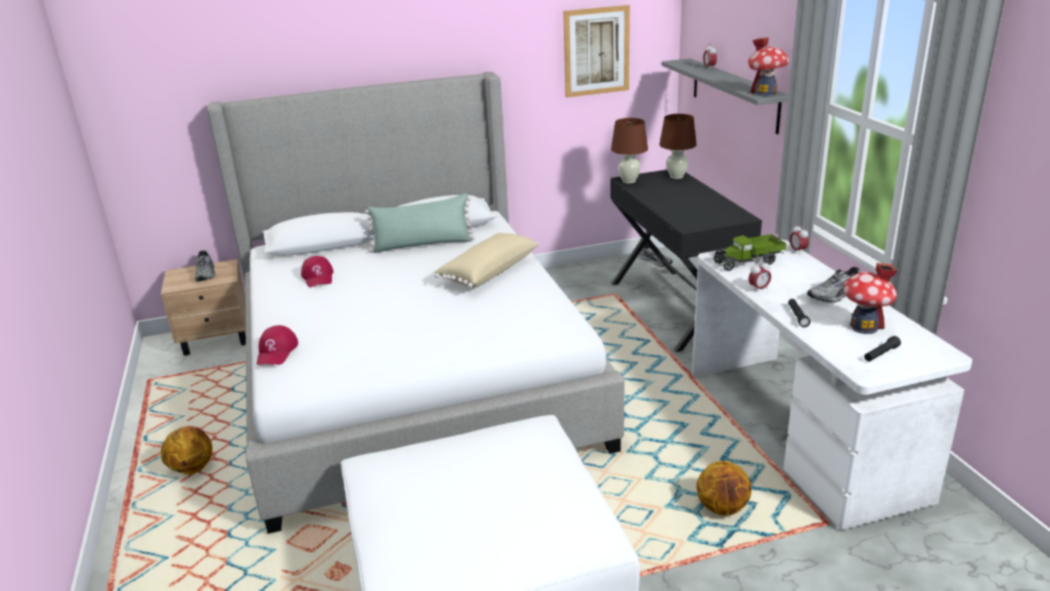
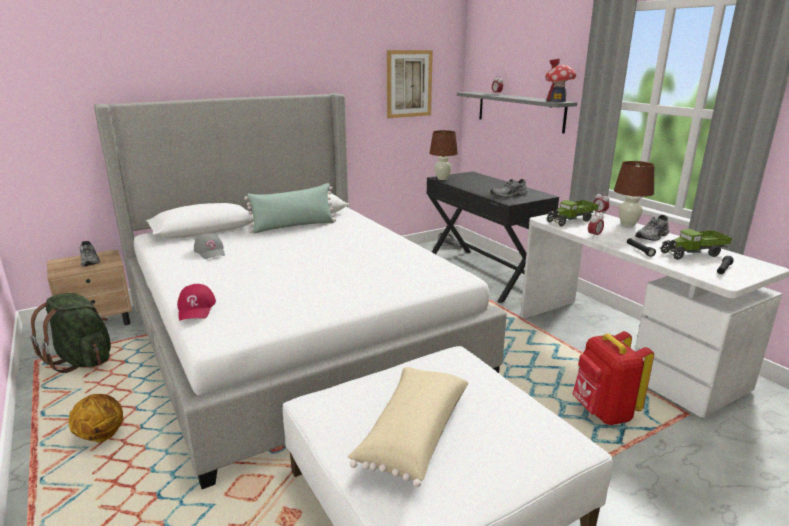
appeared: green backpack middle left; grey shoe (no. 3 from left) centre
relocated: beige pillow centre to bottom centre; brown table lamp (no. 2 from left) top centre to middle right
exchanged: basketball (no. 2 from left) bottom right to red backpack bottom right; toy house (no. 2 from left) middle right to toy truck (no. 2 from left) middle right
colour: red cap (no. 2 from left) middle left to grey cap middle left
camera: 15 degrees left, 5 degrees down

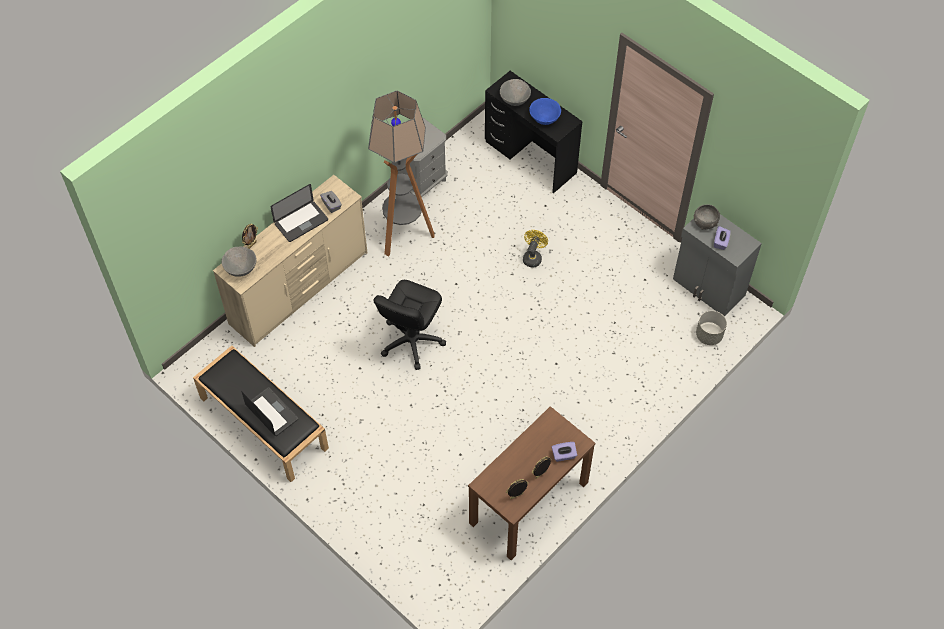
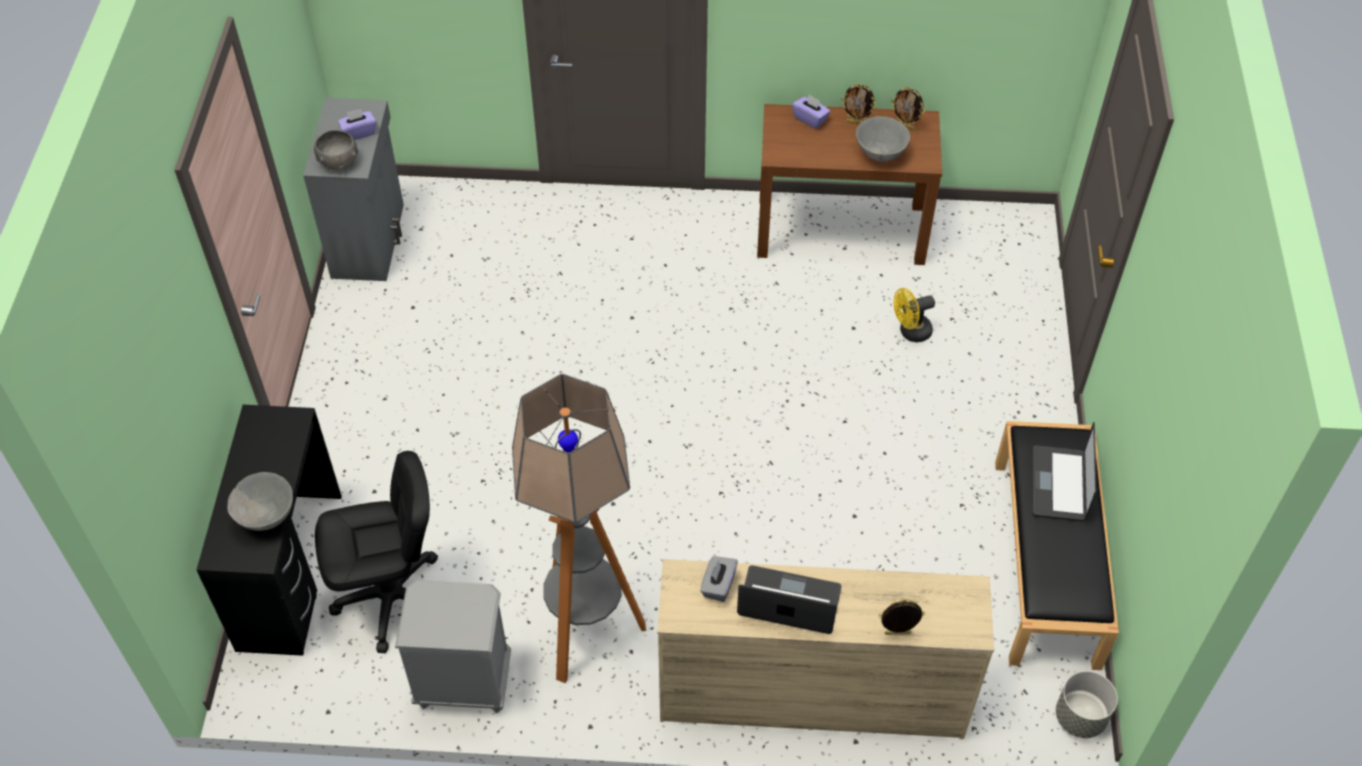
missing: blue bowl top centre
relocated: grey bowl (no. 1 from left in the first image) middle left to grey bowl (no. 3 from left) top centre; black office chair centre to bottom left; yellow fan centre to middle right; grey planter middle right to bottom right
camera: 130 degrees left, 5 degrees down

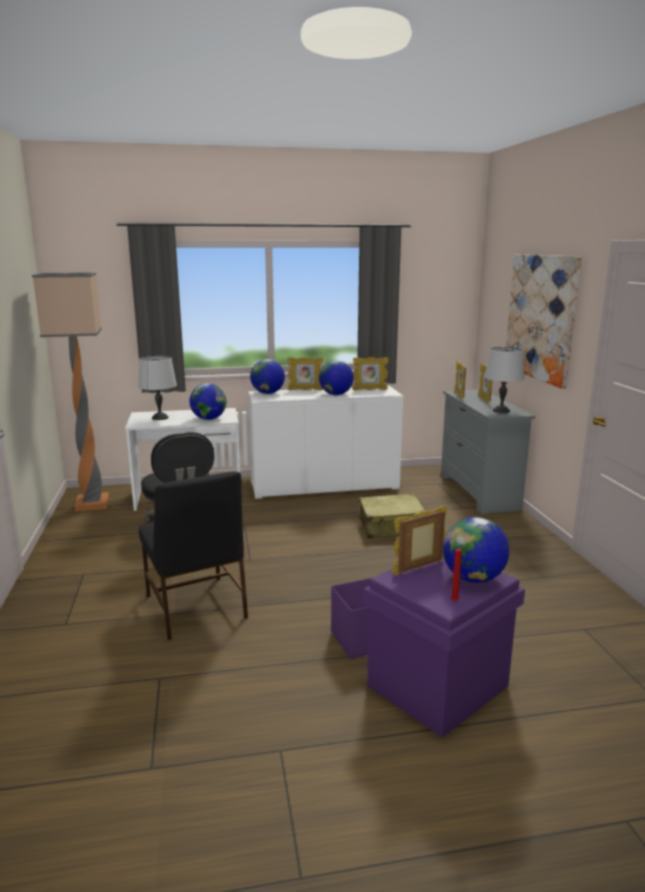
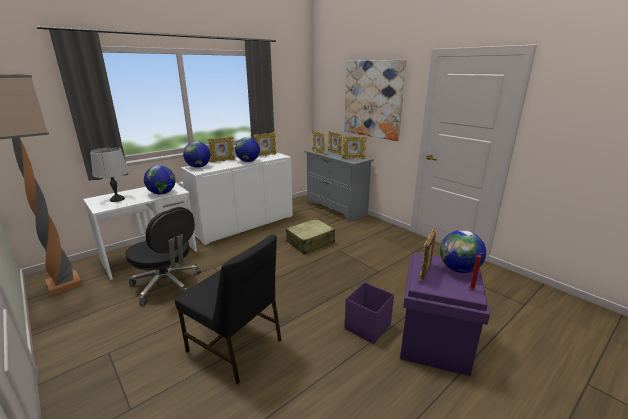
exchanged: grey table lamp (no. 2 from left) middle right to picture frame (no. 5 from left) centre
camera: 30 degrees left, 5 degrees up

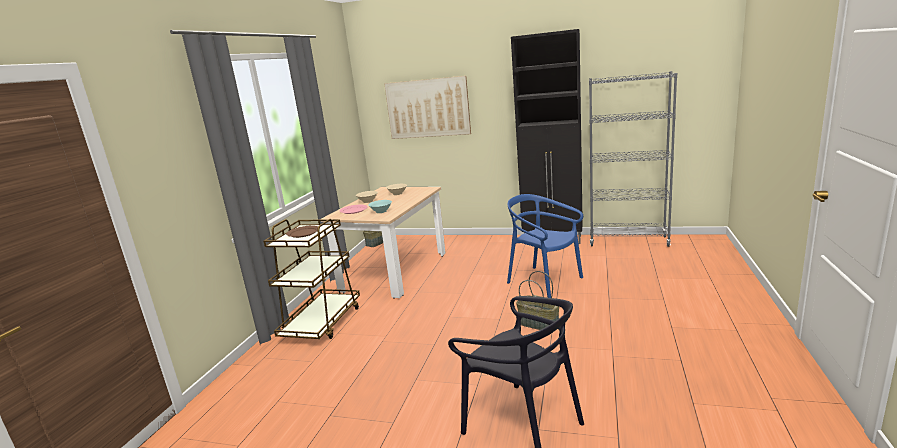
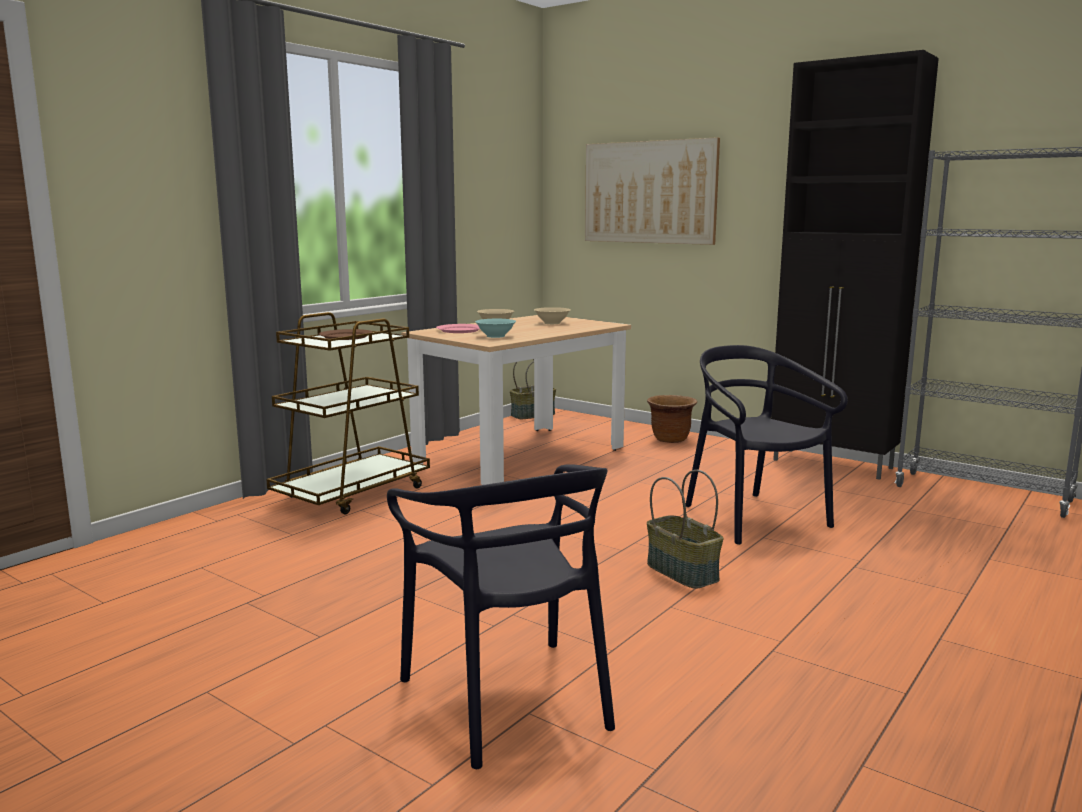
appeared: brown planter centre
colour: blue chair centre to black chair (no. 2 from left) middle right
camera: 20 degrees right, 5 degrees down

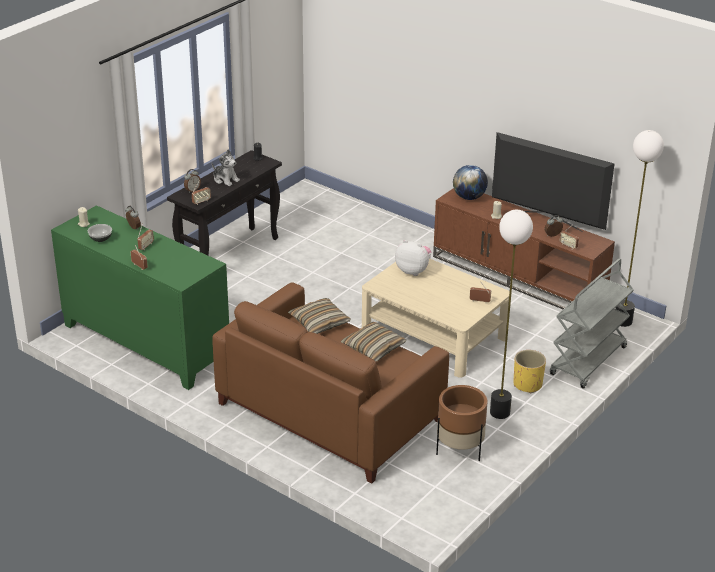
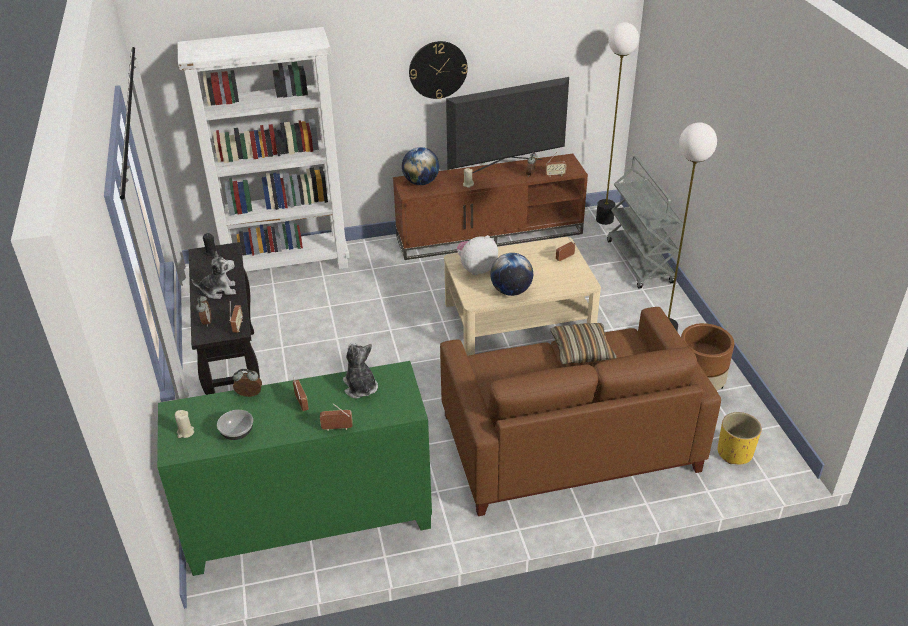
missing: pillow (no. 1 from left) centre
appeared: white bookcase top left; plush toy (no. 2 from left) centre; wall clock top centre; globe (no. 2 from left) centre
relocated: yellow planter middle right to bottom right
camera: 50 degrees left, 5 degrees up

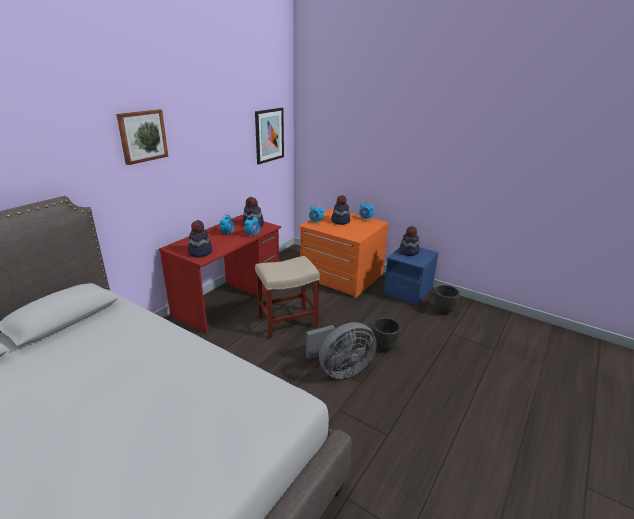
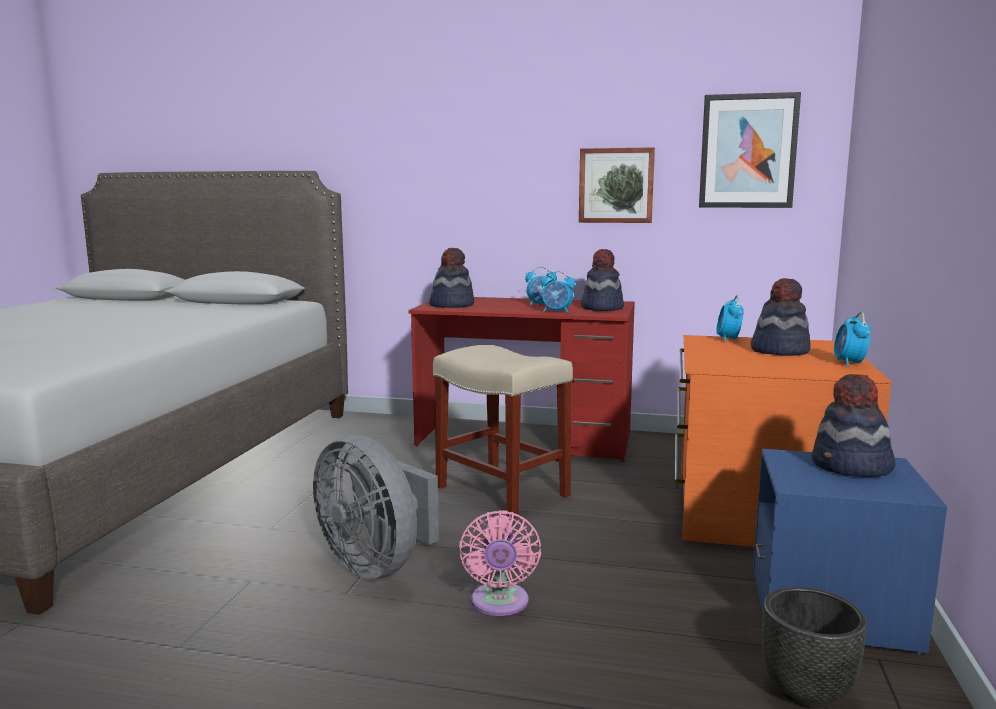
relocated: picture (no. 1 from left) top left to top centre
exchanged: black planter (no. 1 from left) centre to pink fan bottom centre
camera: 70 degrees right, 15 degrees down

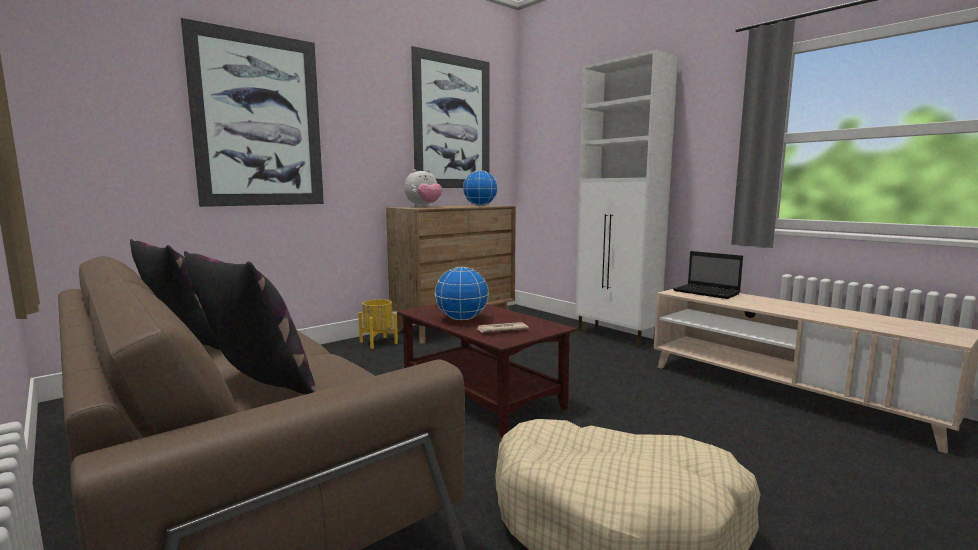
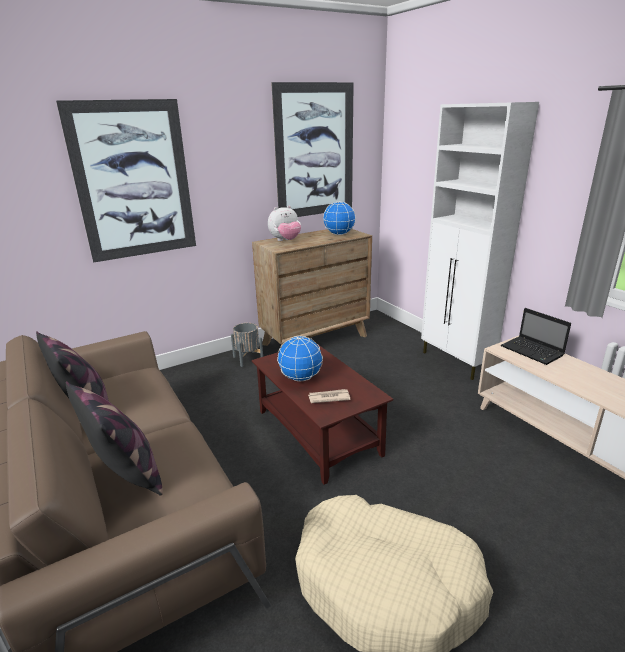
colour: yellow planter centre to grey planter centre
camera: 10 degrees right, 15 degrees up

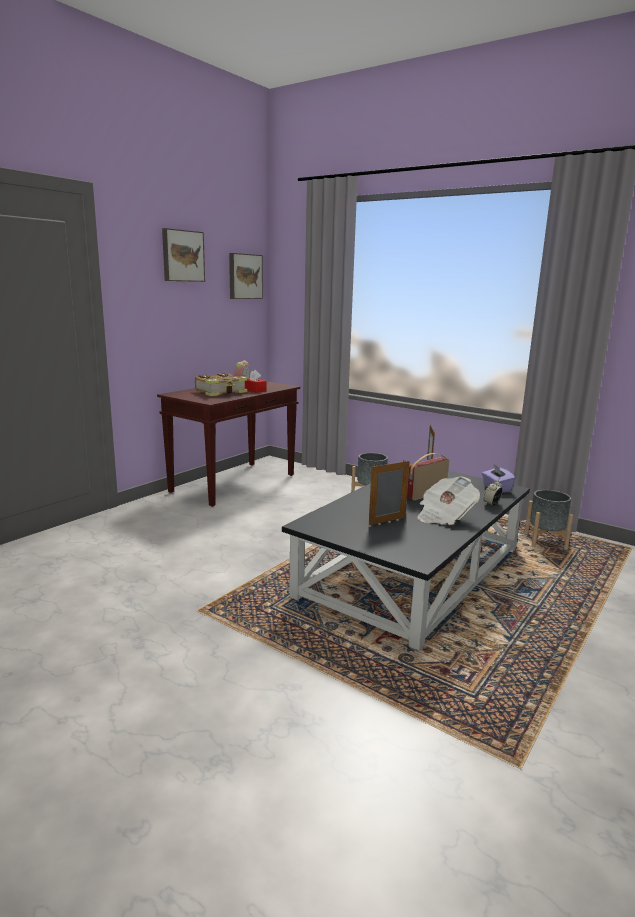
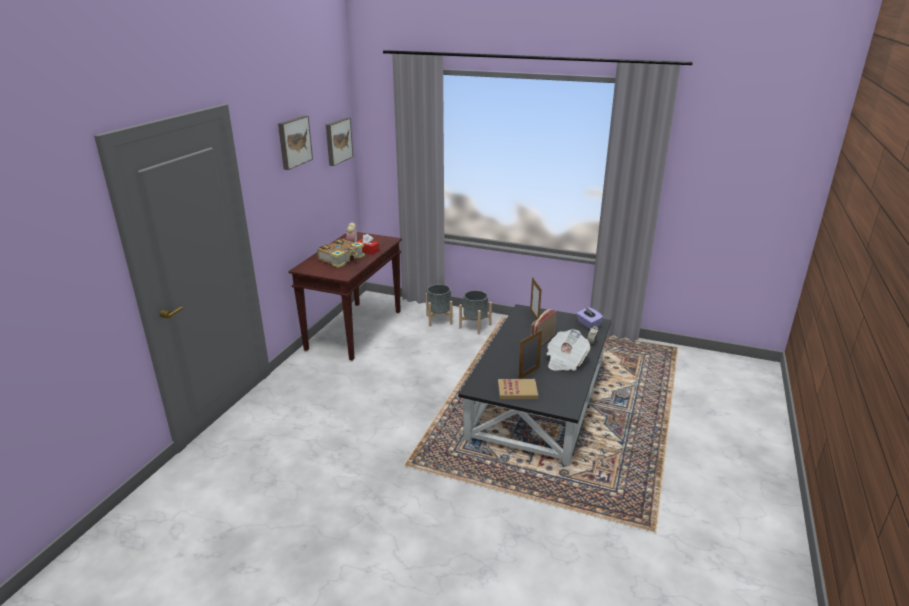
appeared: book (no. 2 from left) centre
relocated: grey planter (no. 2 from left in the first image) middle right to grey planter (no. 1 from left) centre
camera: 15 degrees left, 10 degrees up

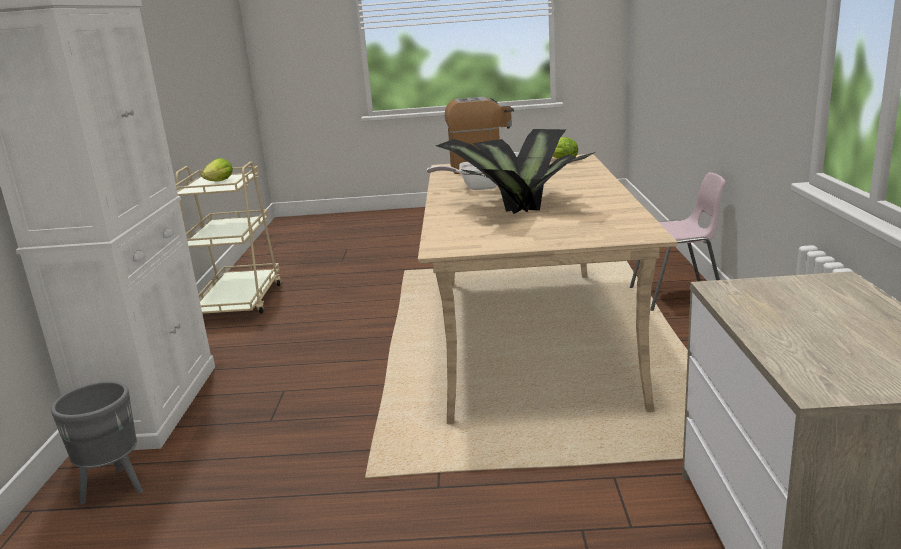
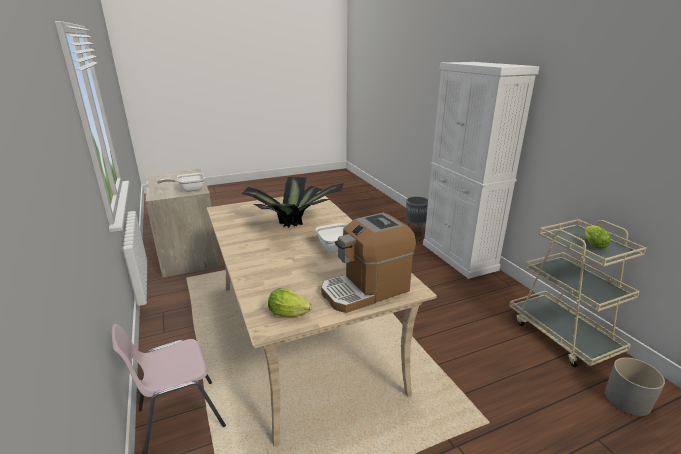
appeared: frying pan (no. 1 from left) middle left; grey planter (no. 2 from left) bottom right
camera: 155 degrees right, 5 degrees up

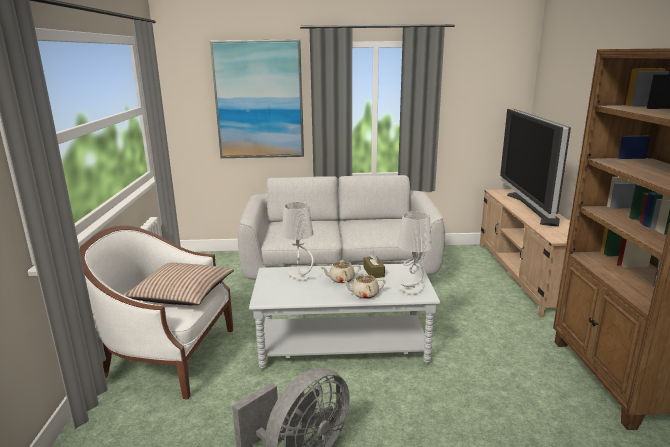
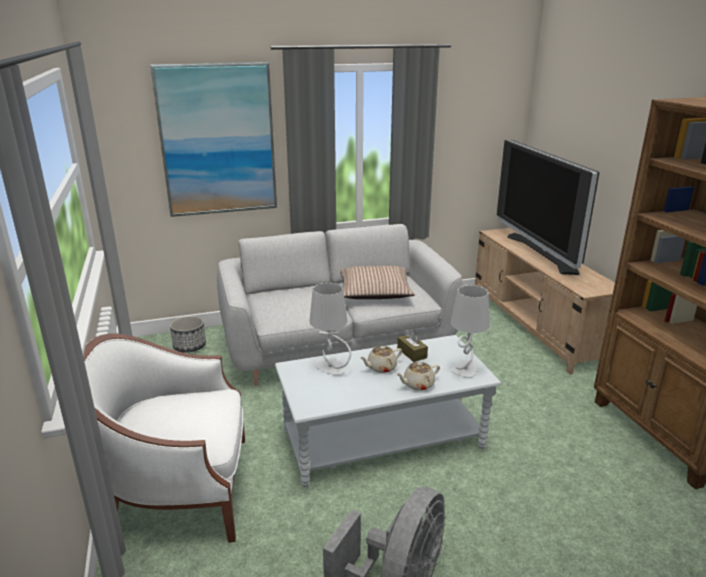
appeared: planter middle left
relocated: pillow middle left to centre
camera: 15 degrees left, 5 degrees up

